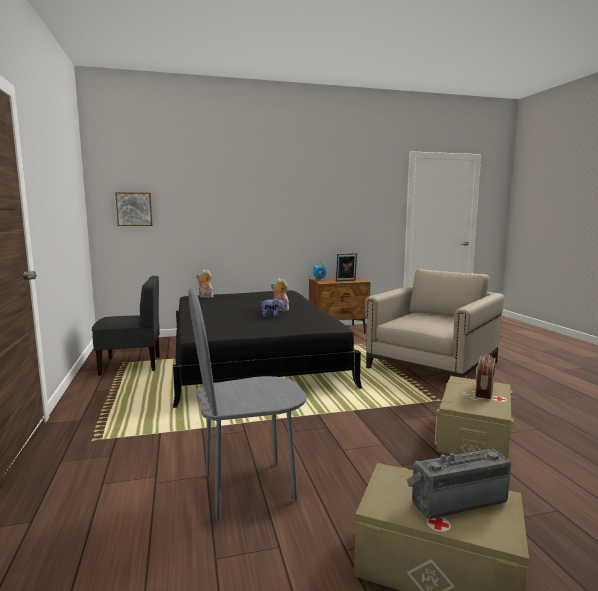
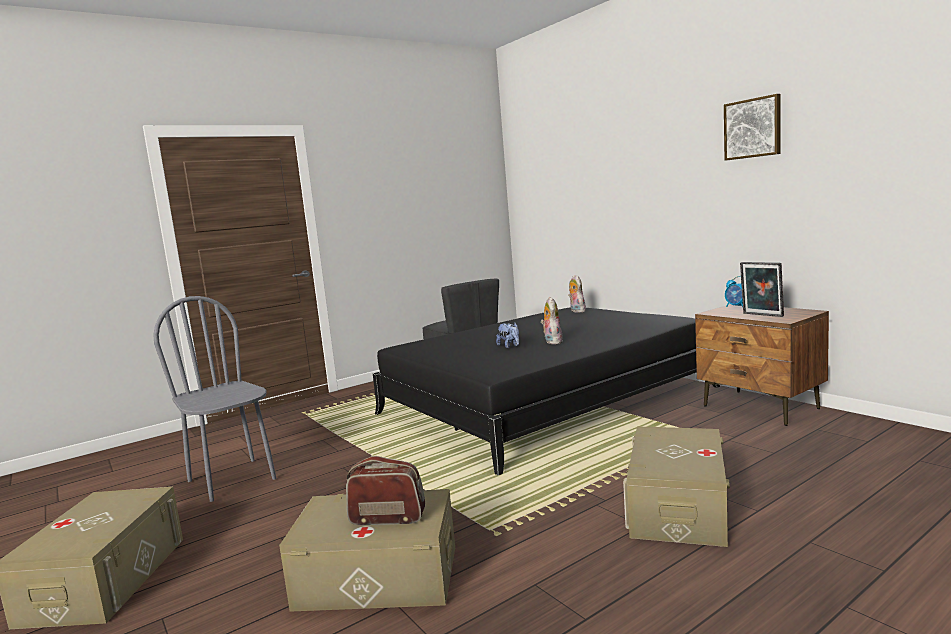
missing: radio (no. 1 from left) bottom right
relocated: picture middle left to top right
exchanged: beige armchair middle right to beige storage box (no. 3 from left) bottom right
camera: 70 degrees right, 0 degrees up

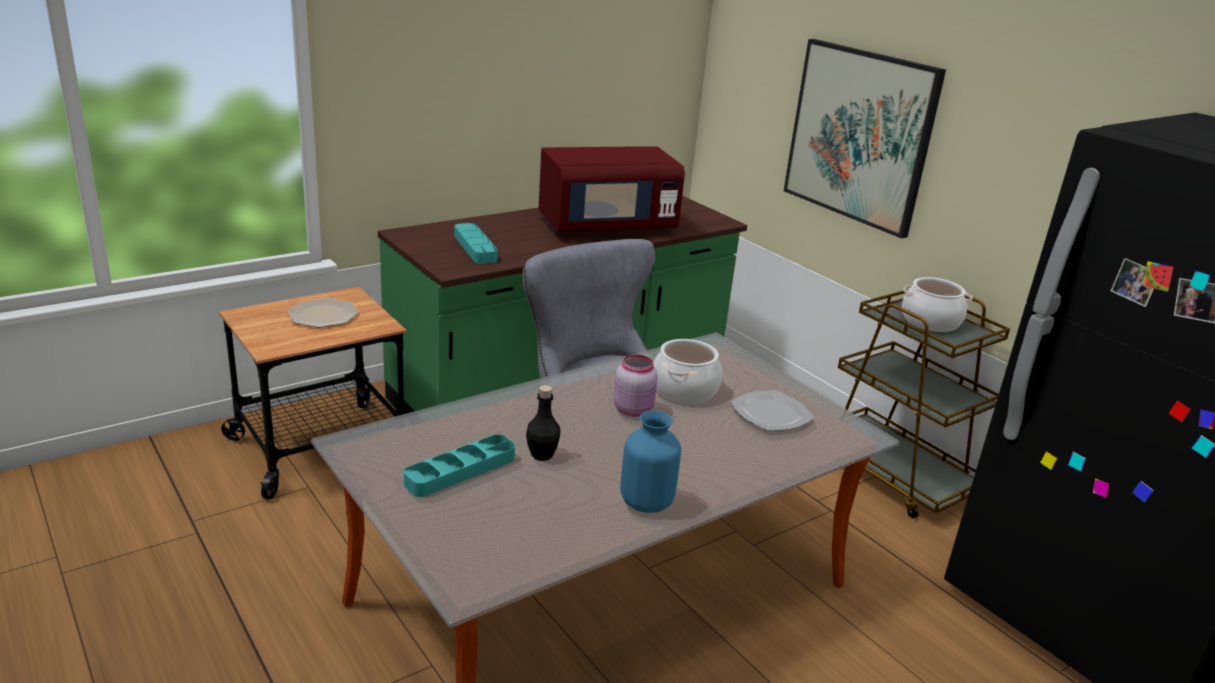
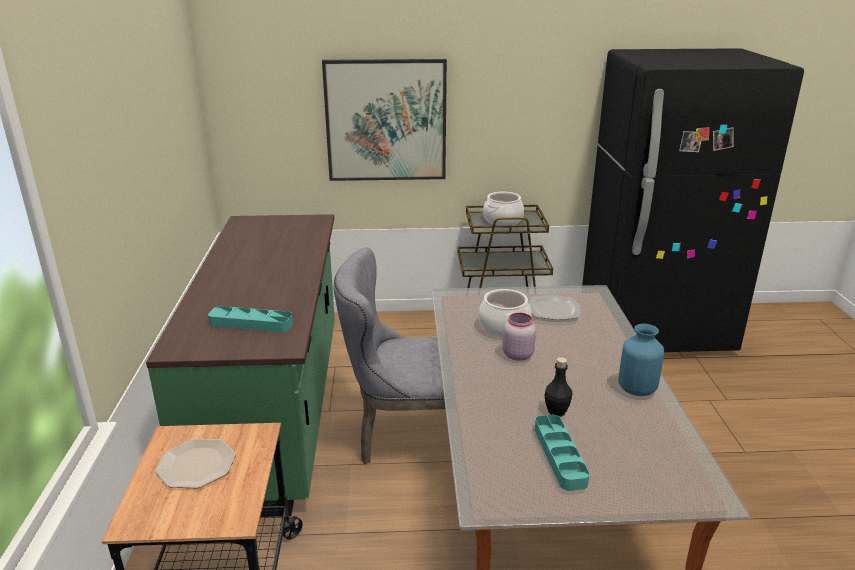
missing: red microwave top centre
camera: 55 degrees left, 0 degrees up

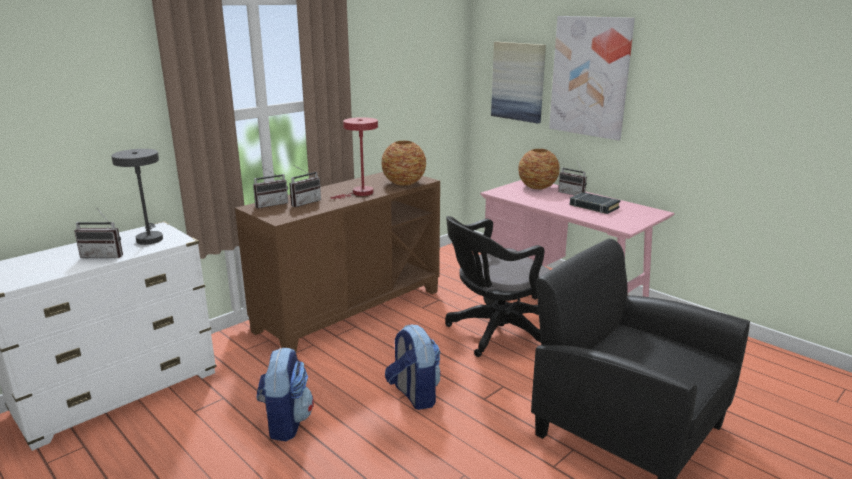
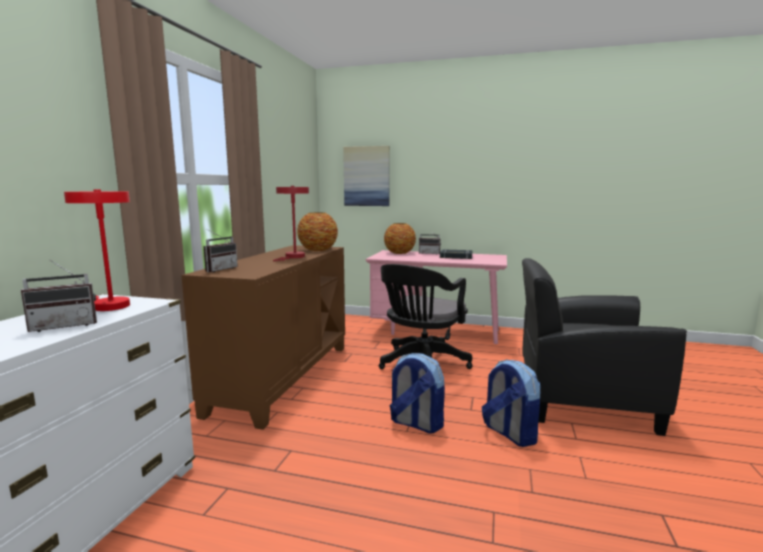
missing: radio (no. 3 from left) centre; picture (no. 2 from left) top right
relocated: backpack (no. 1 from left in the first image) bottom centre to backpack (no. 2 from left) bottom right
colour: grey table lamp middle left to red table lamp (no. 1 from left) middle left
camera: 30 degrees left, 10 degrees down

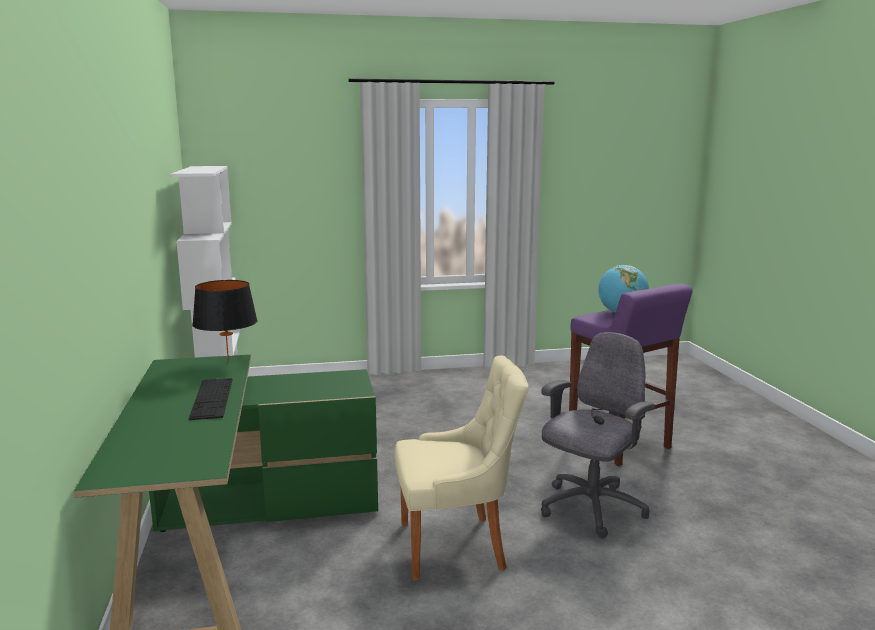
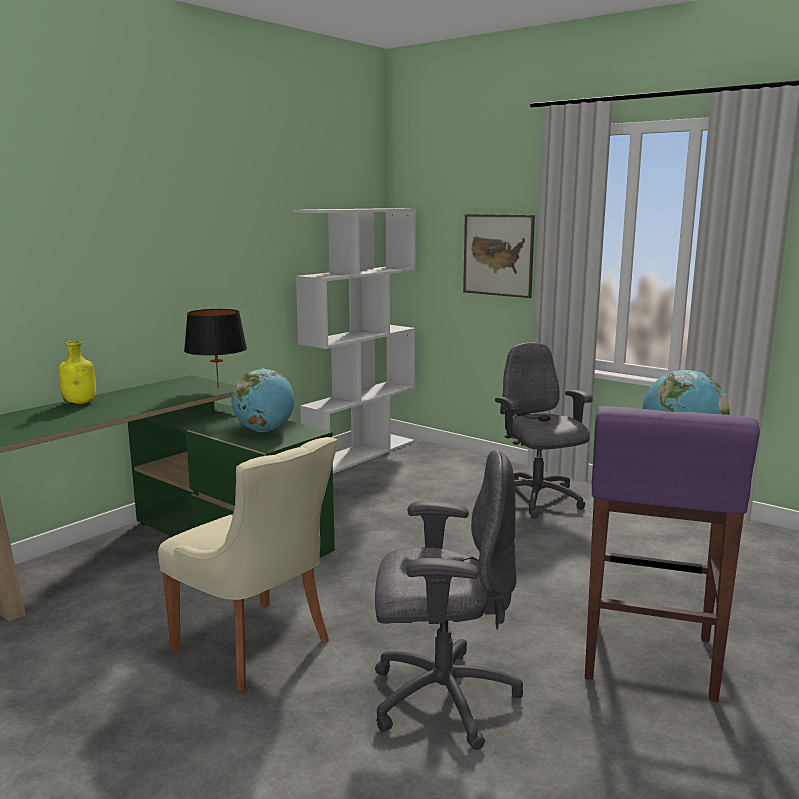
missing: keyboard middle left
appeared: yellow bottle middle left; globe (no. 1 from left) middle left; picture top centre; grey office chair (no. 2 from left) middle right
camera: 50 degrees right, 0 degrees up

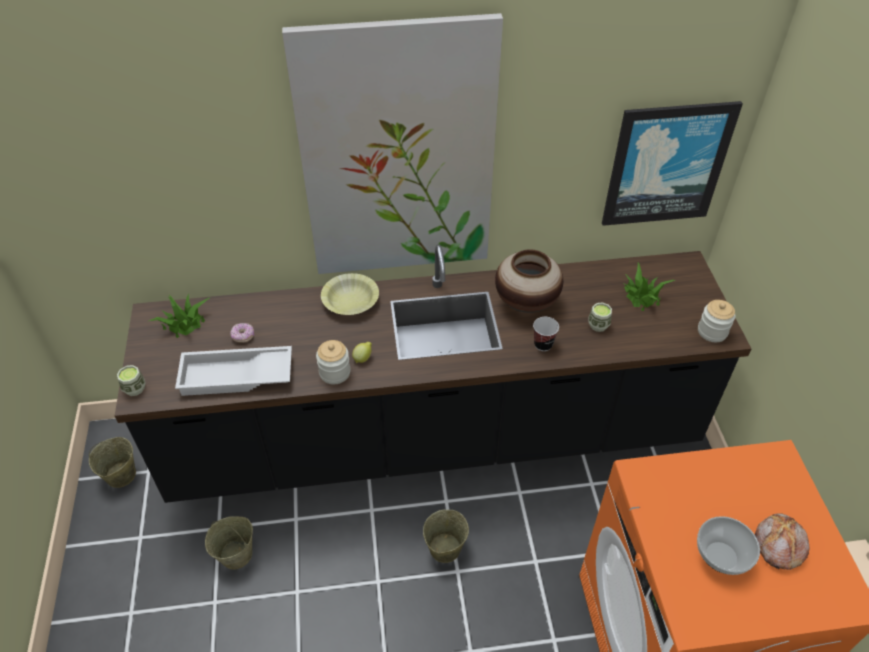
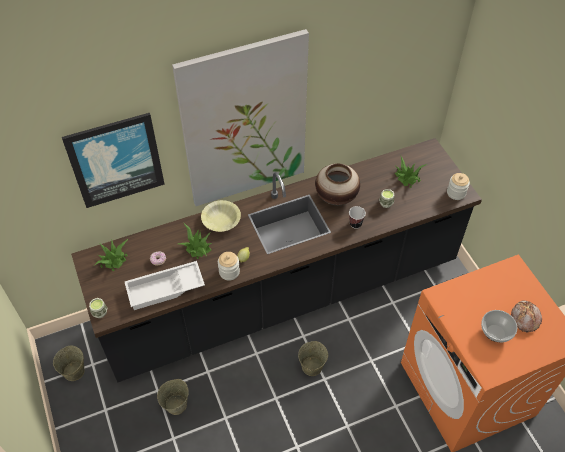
appeared: potted plant (no. 2 from left) centre
relocated: picture (no. 2 from left in the first image) top right to picture (no. 1 from left) middle left
camera: 15 degrees left, 5 degrees up

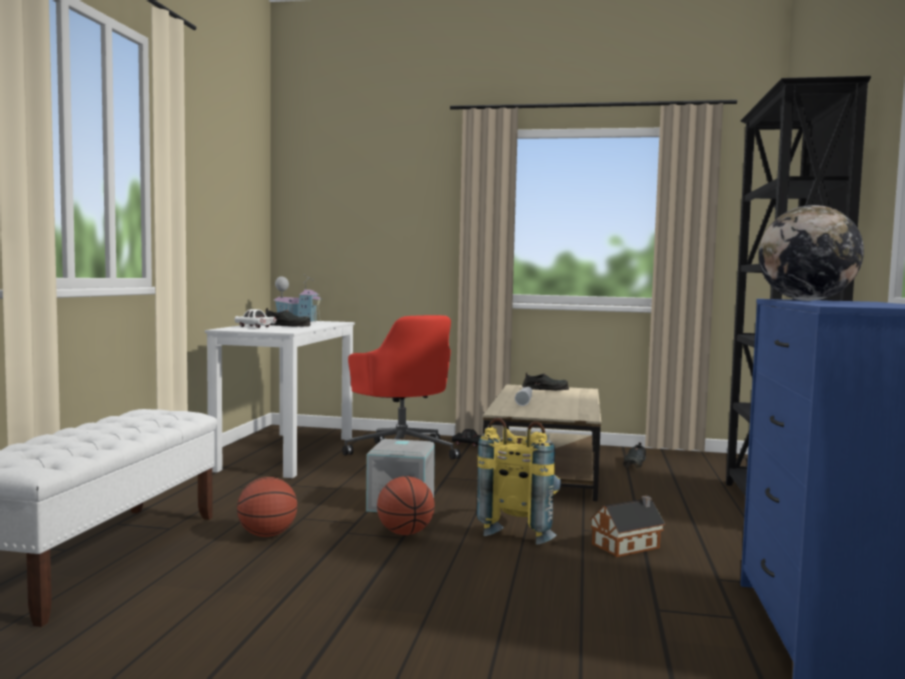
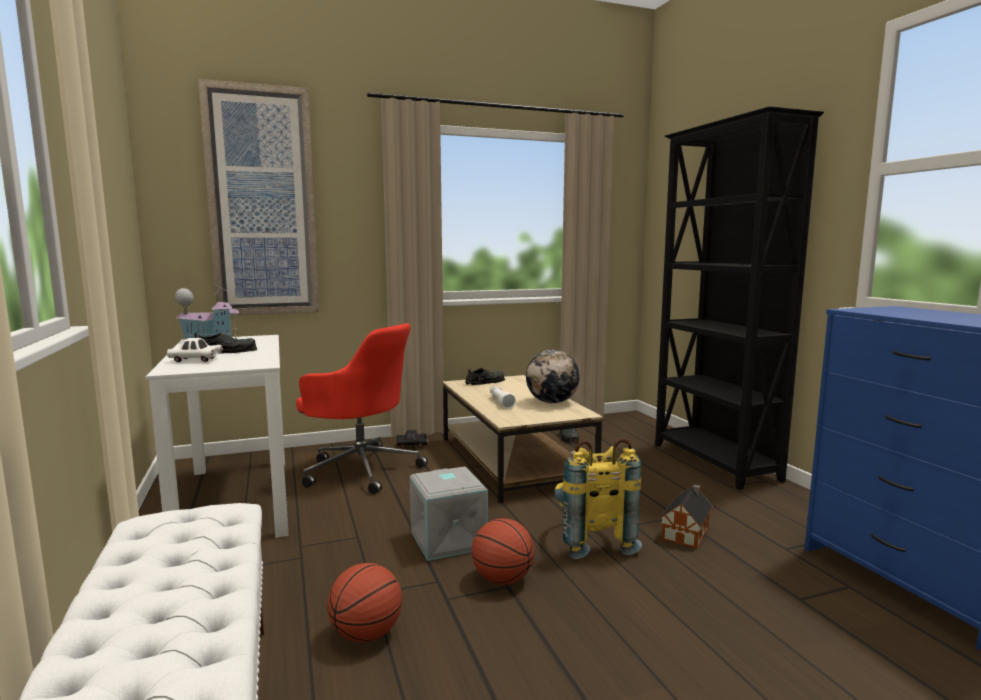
appeared: picture top left
relocated: globe middle right to centre
camera: 30 degrees left, 5 degrees up

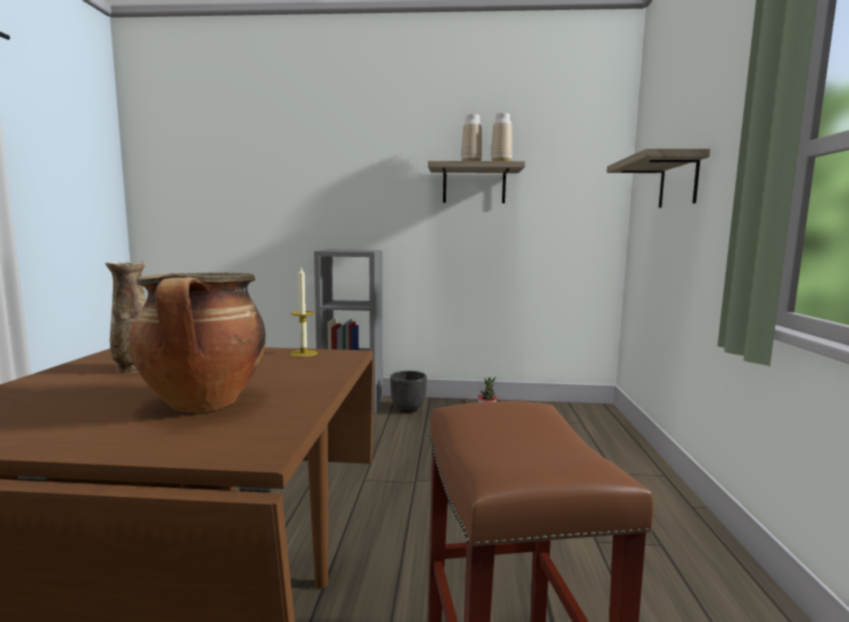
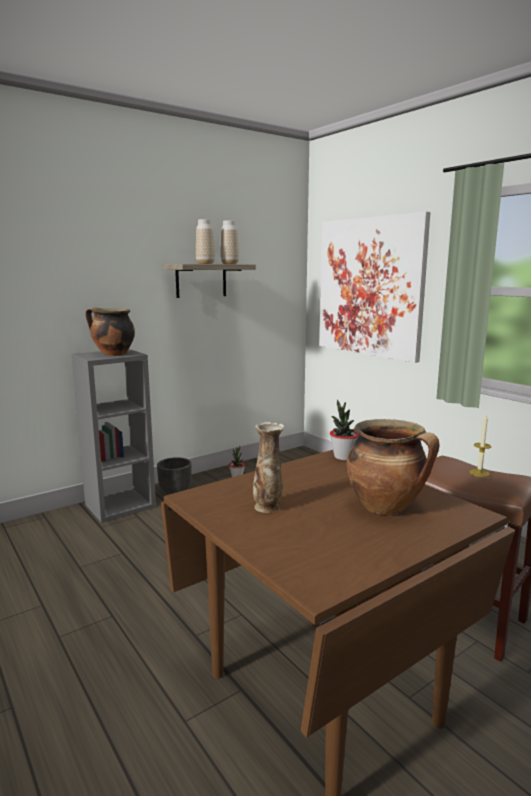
appeared: cooking pot (no. 1 from left) middle left; potted plant (no. 2 from left) centre
relocated: candle centre to middle right
exchanged: shelf (no. 2 from left) top right to picture middle right
camera: 40 degrees left, 5 degrees up

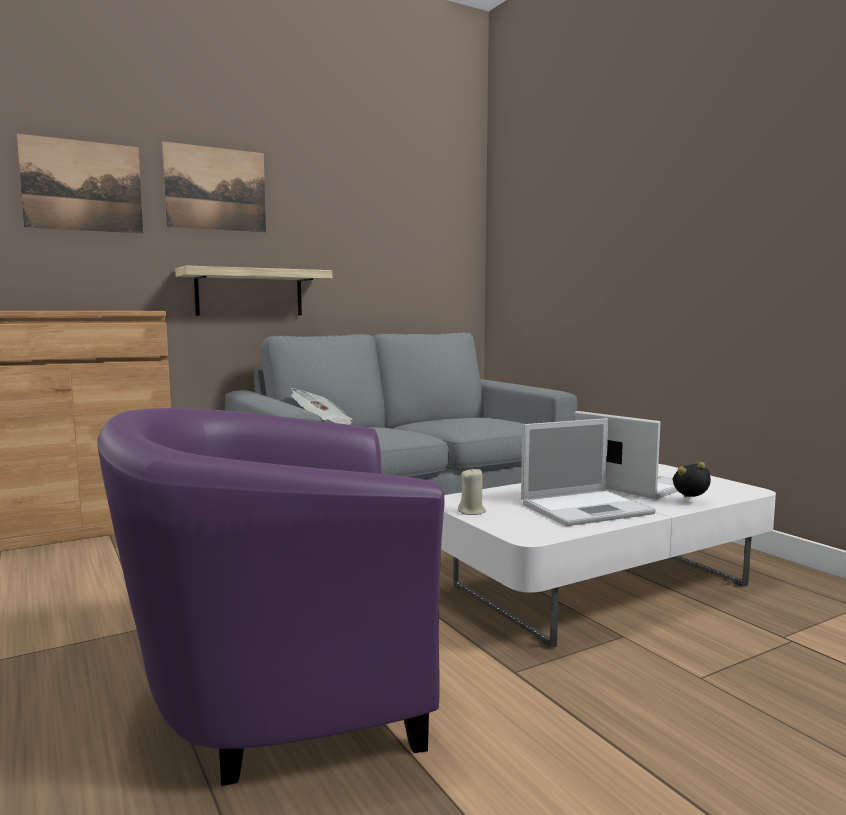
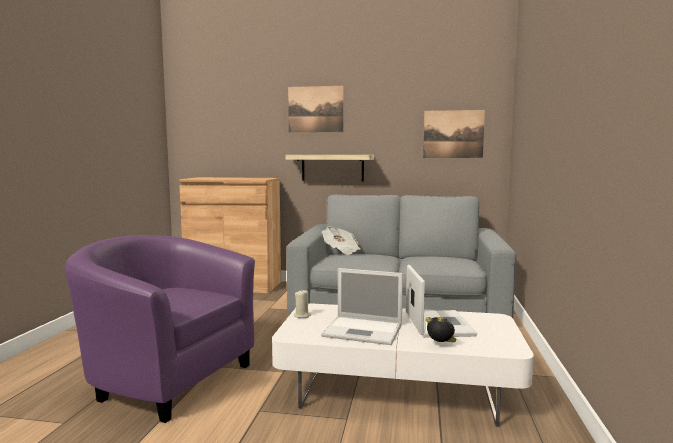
relocated: picture (no. 1 from left in the first image) top left to picture (no. 2 from left) top right
camera: 40 degrees right, 0 degrees up

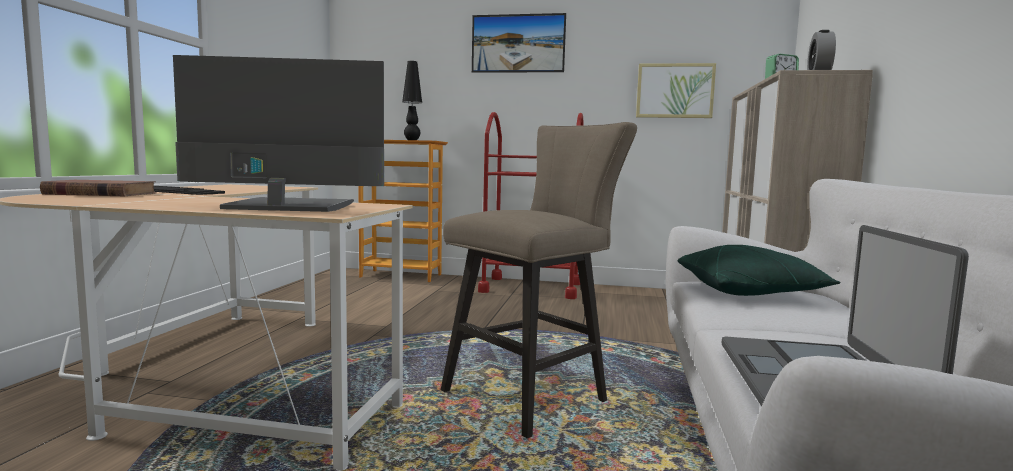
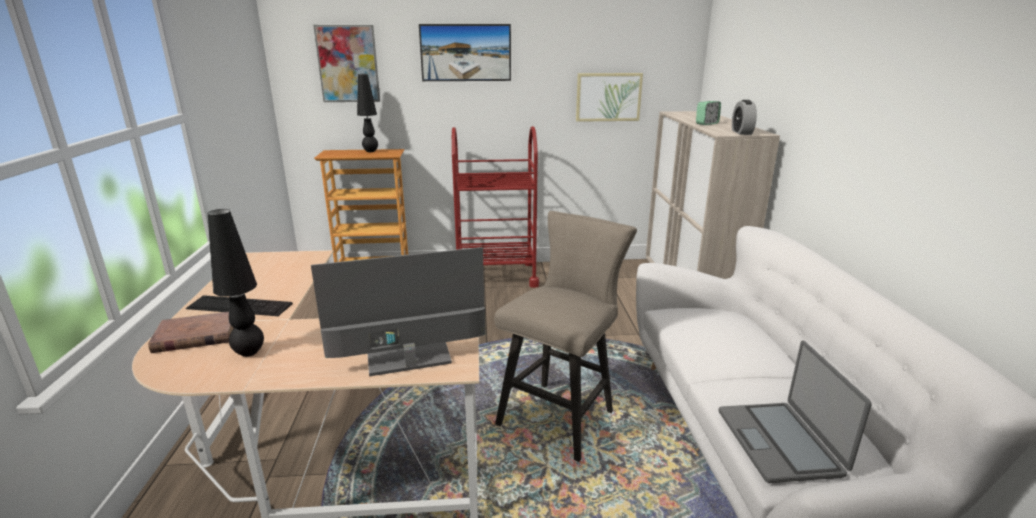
missing: green pillow middle right
appeared: black table lamp (no. 1 from left) middle left; picture (no. 1 from left) top centre
camera: 15 degrees left, 15 degrees up

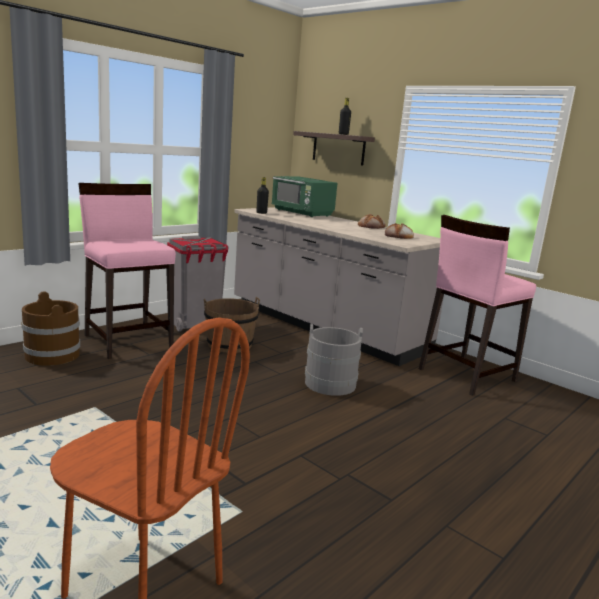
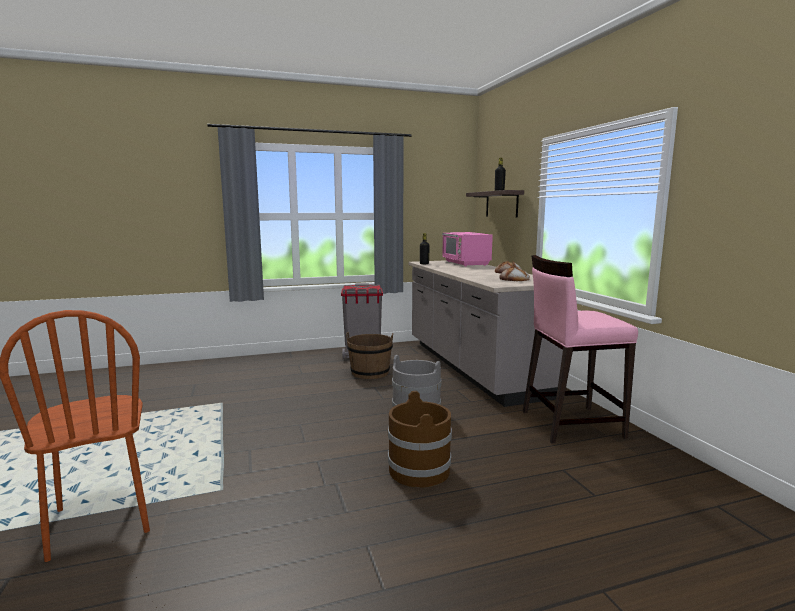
missing: pink stool (no. 1 from left) middle left
relocated: brown bucket (no. 1 from left in the first image) middle left to brown bucket (no. 2 from left) bottom centre
colour: green microwave top centre to pink microwave centre
camera: 30 degrees right, 5 degrees down

